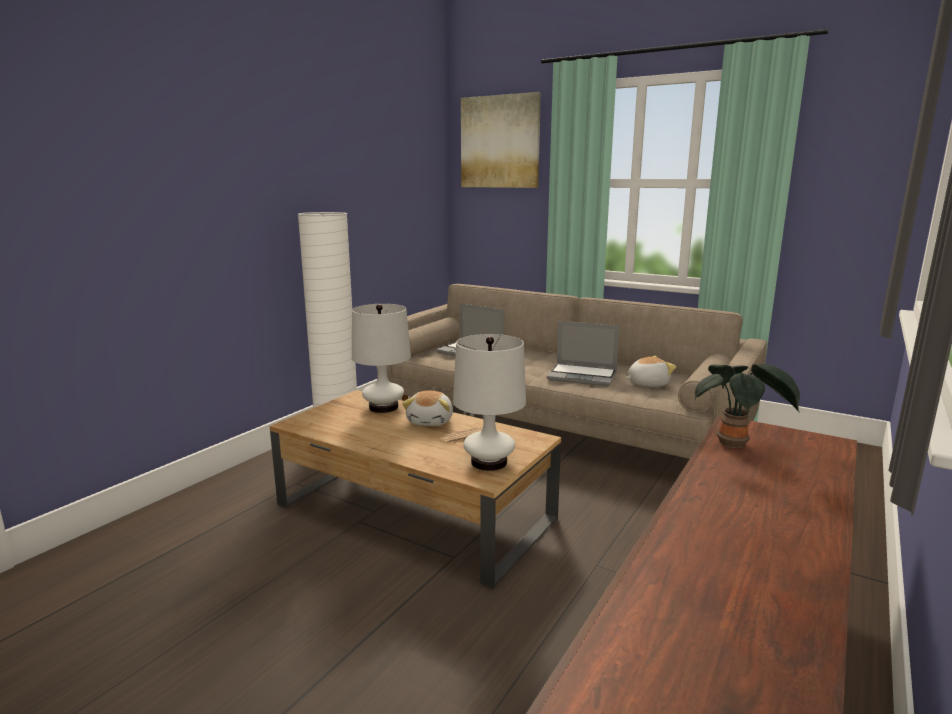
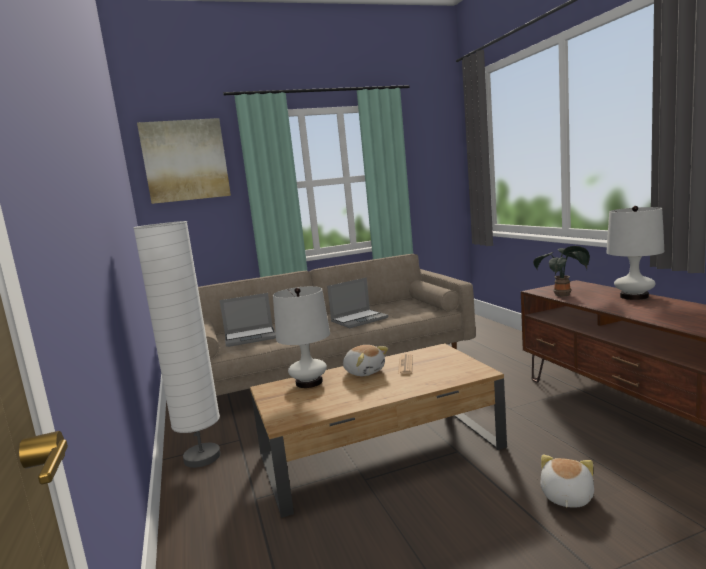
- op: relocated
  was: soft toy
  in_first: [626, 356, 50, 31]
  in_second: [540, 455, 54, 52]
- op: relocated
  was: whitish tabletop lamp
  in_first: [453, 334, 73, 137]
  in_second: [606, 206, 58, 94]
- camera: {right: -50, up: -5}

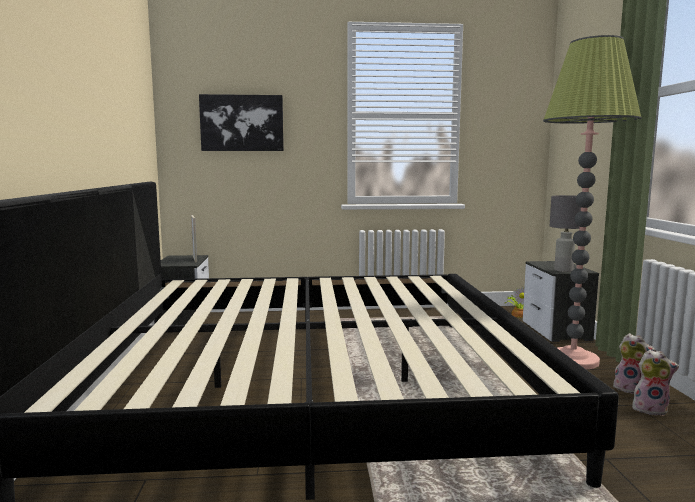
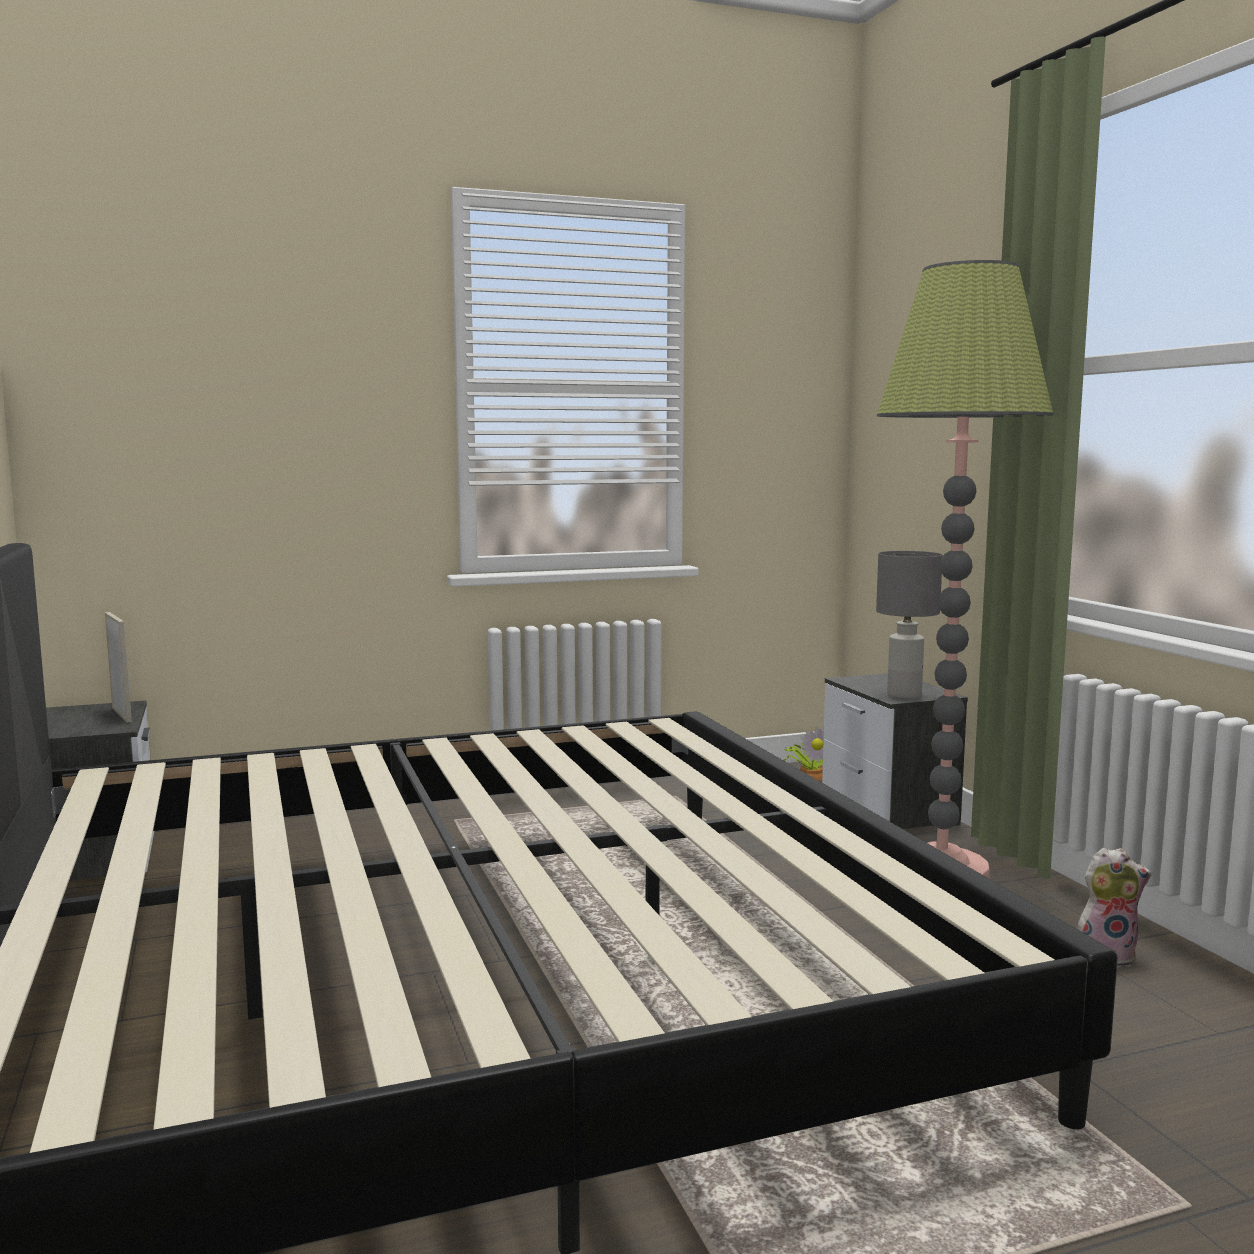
- op: missing
  was: wall art
  in_first: [199, 94, 85, 57]
- op: missing
  was: soft toy
  in_first: [613, 333, 43, 61]
- camera: {right: -15, up: 0}

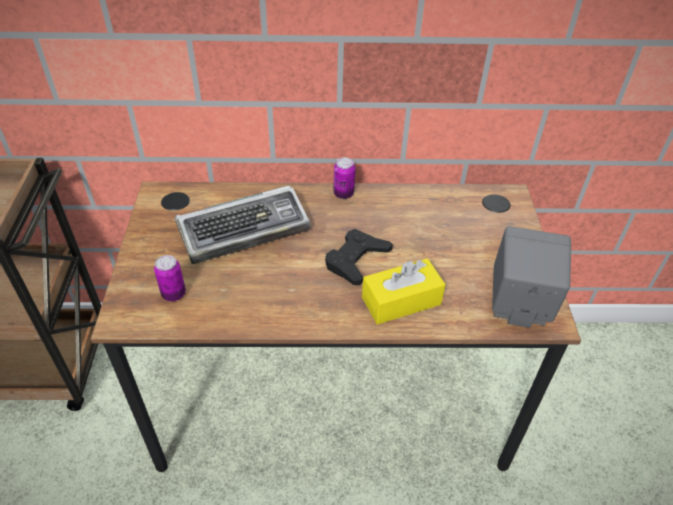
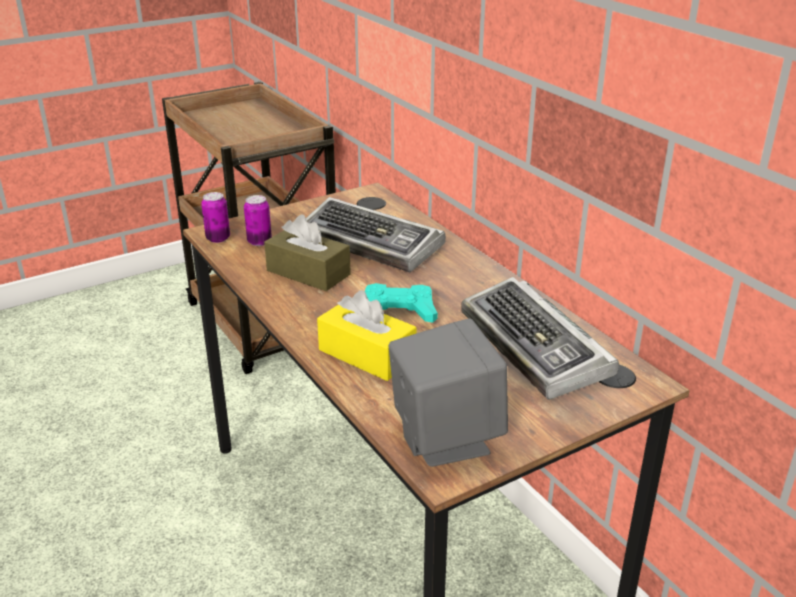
- op: relocated
  was: metal can
  in_first: [333, 157, 22, 42]
  in_second: [201, 192, 29, 51]
- op: appeared
  now: brownish tissue box
  in_second: [264, 214, 87, 77]
- op: colour
  was: black-coloured joypad
  now: blue-green joypad
  in_first: [325, 229, 68, 56]
  in_second: [365, 283, 73, 40]
- op: appeared
  now: PC keyboard
  in_second: [461, 277, 158, 123]
- camera: {right: 60, up: -15}

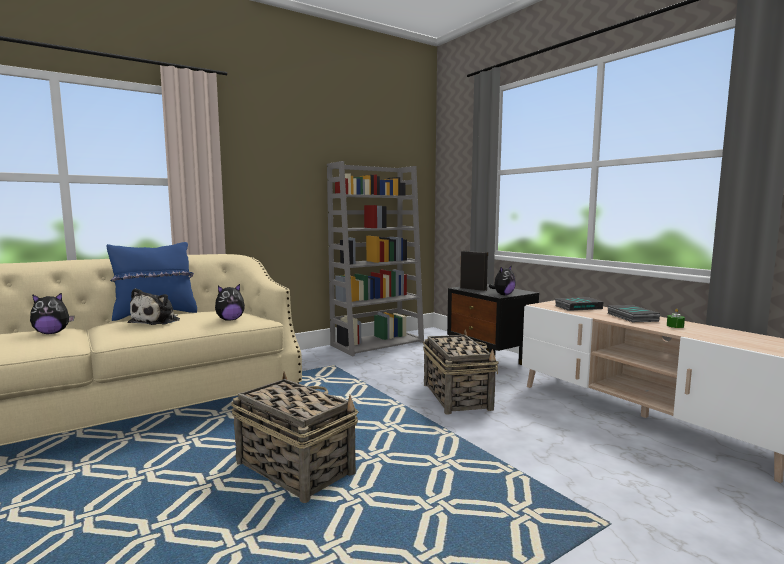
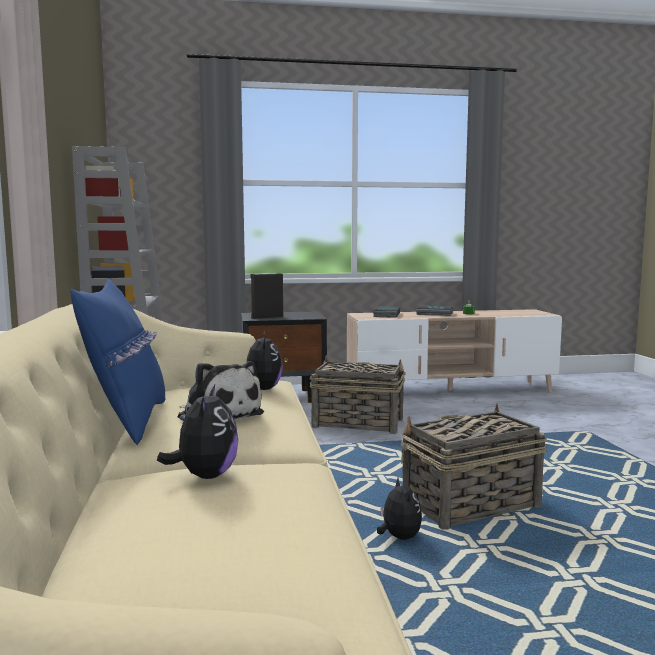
- op: relocated
  was: soft toy
  in_first: [488, 265, 28, 30]
  in_second: [377, 478, 45, 62]
- camera: {right: -65, up: 0}

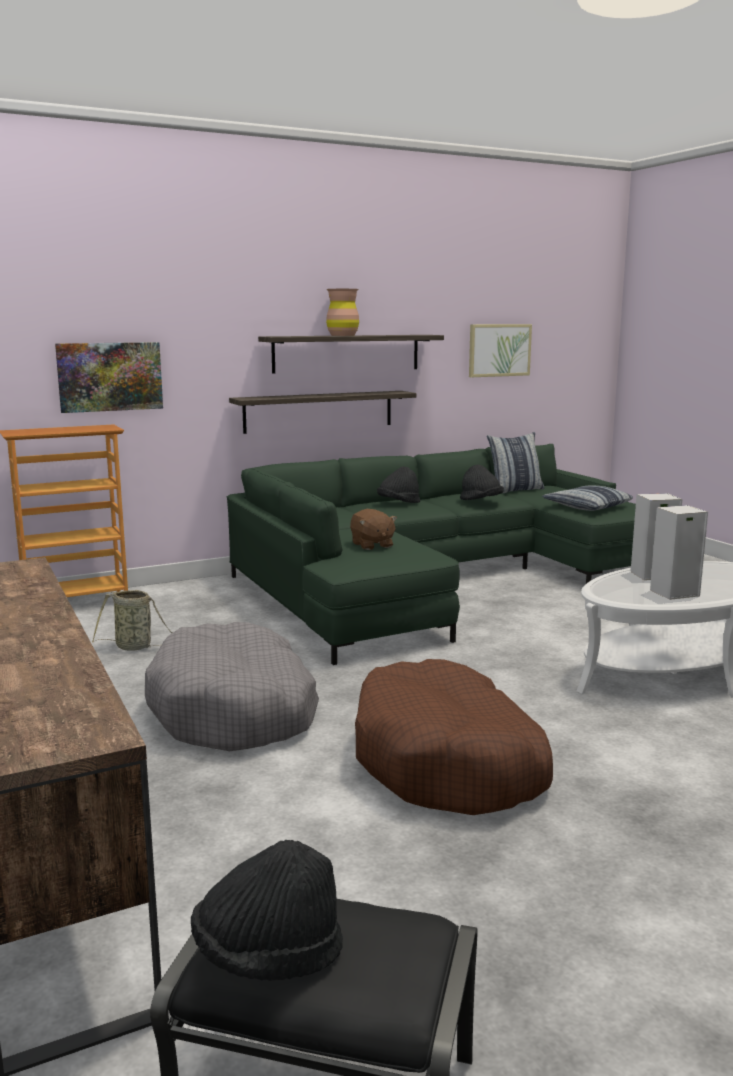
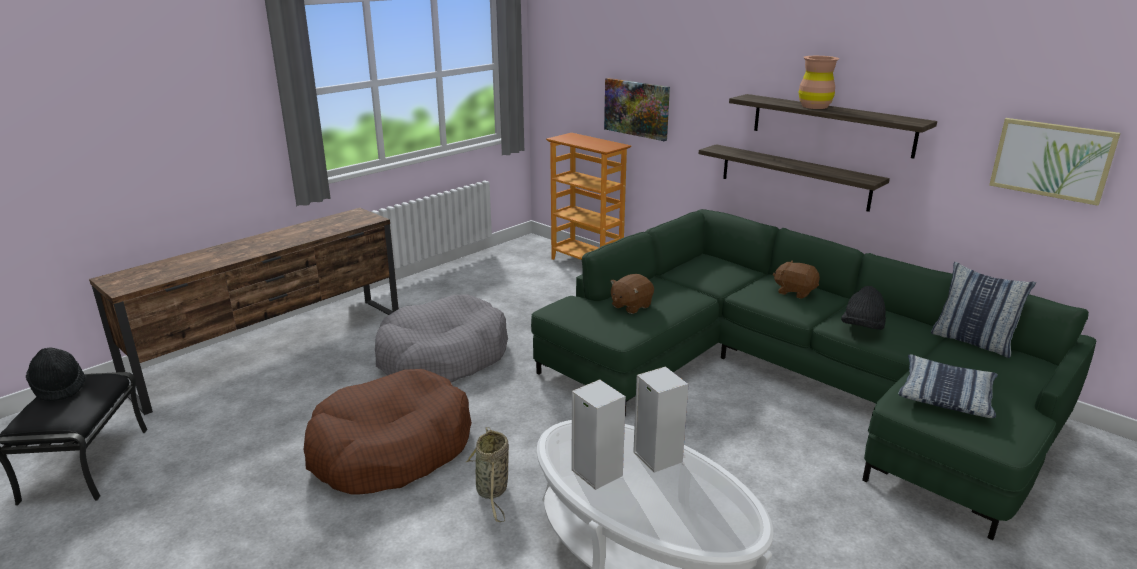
- op: relocated
  was: basket
  in_first: [92, 590, 80, 61]
  in_second: [465, 427, 44, 95]
- op: exchanged
  was: black-coloured hat
  now: brownish soft toy
  in_first: [377, 466, 43, 37]
  in_second: [773, 260, 47, 39]
- camera: {right: 70, up: 10}

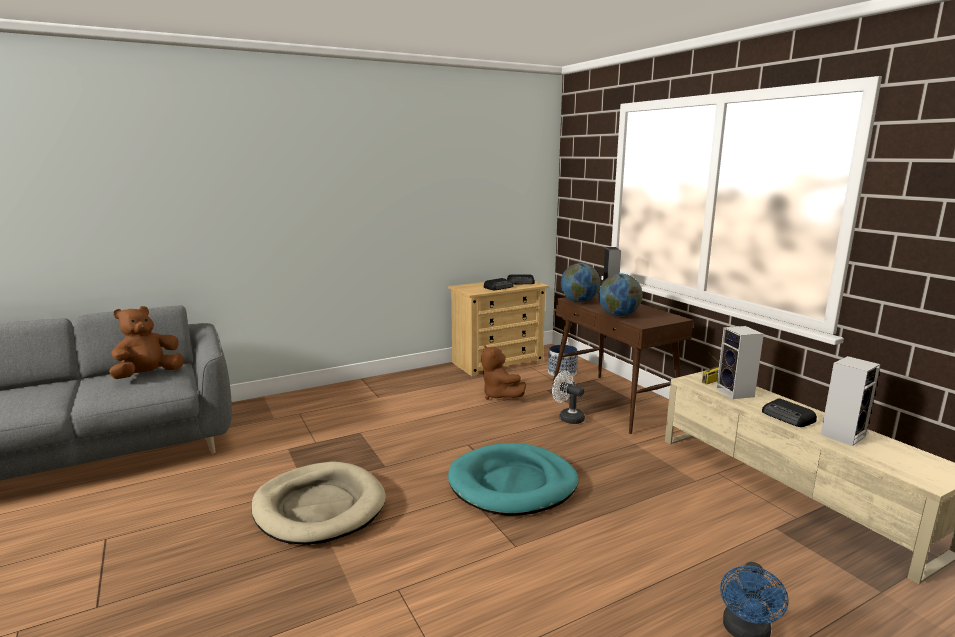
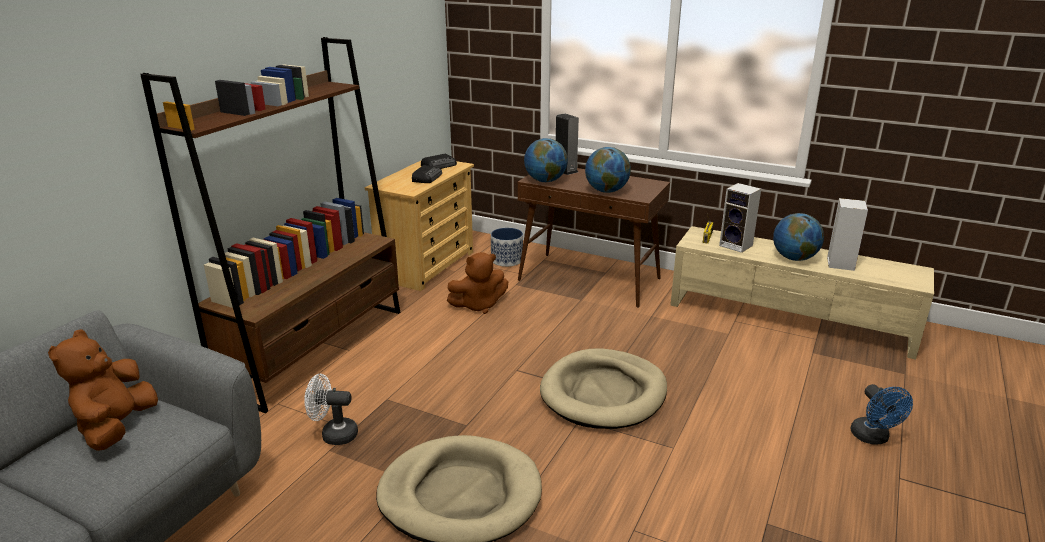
- op: appeared
  now: brownish bookcase
  in_second: [140, 37, 260, 376]
- op: relocated
  was: whitish electric fan
  in_first: [552, 371, 33, 53]
  in_second: [304, 374, 54, 71]
- op: spun
  was: brownish soft toy
  in_first: [481, 345, 45, 55]
  in_second: [447, 252, 61, 62]
  clockwise: -45
- op: colour
  was: blue-green pet bed
  now: beige pet bed
  in_first: [448, 443, 130, 73]
  in_second: [540, 348, 127, 81]
- op: exchanged
  was: radio receiver
  now: desk globe
  in_first: [762, 398, 55, 29]
  in_second: [773, 213, 51, 48]
- camera: {right: -35, up: 10}

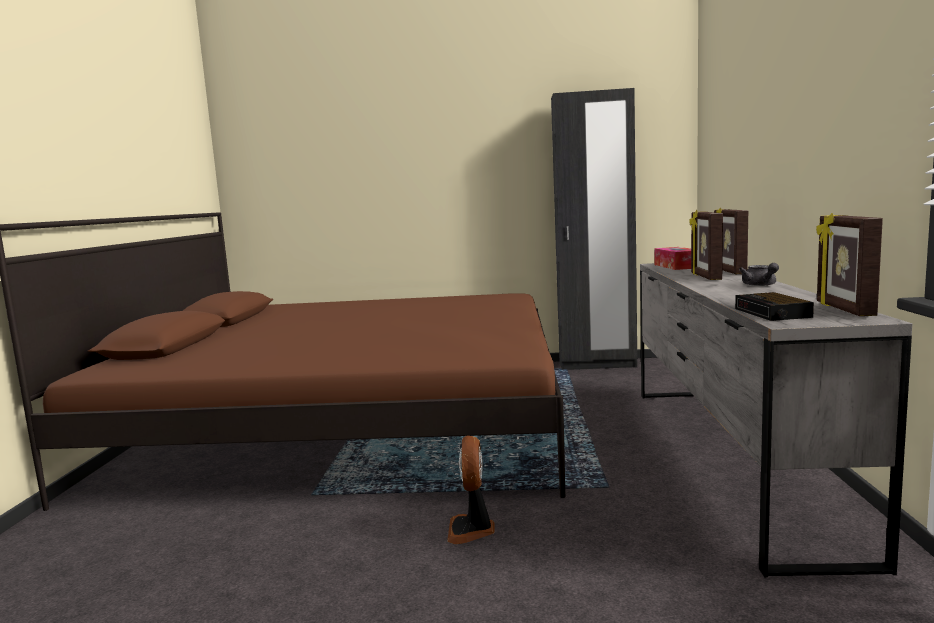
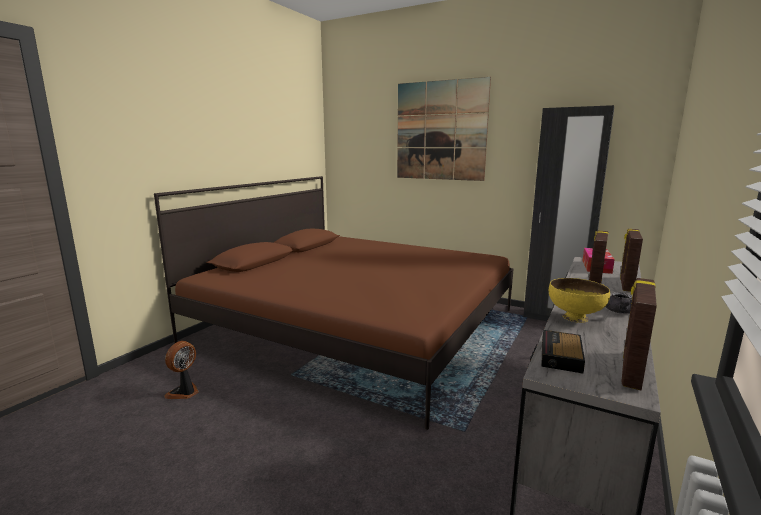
- op: relocated
  was: electric fan
  in_first: [447, 435, 48, 109]
  in_second: [164, 341, 35, 58]
- op: appeared
  now: wall art
  in_second: [397, 77, 94, 104]
- op: appeared
  now: yellowish deep dish
  in_second: [549, 278, 61, 45]
- camera: {right: 25, up: 5}

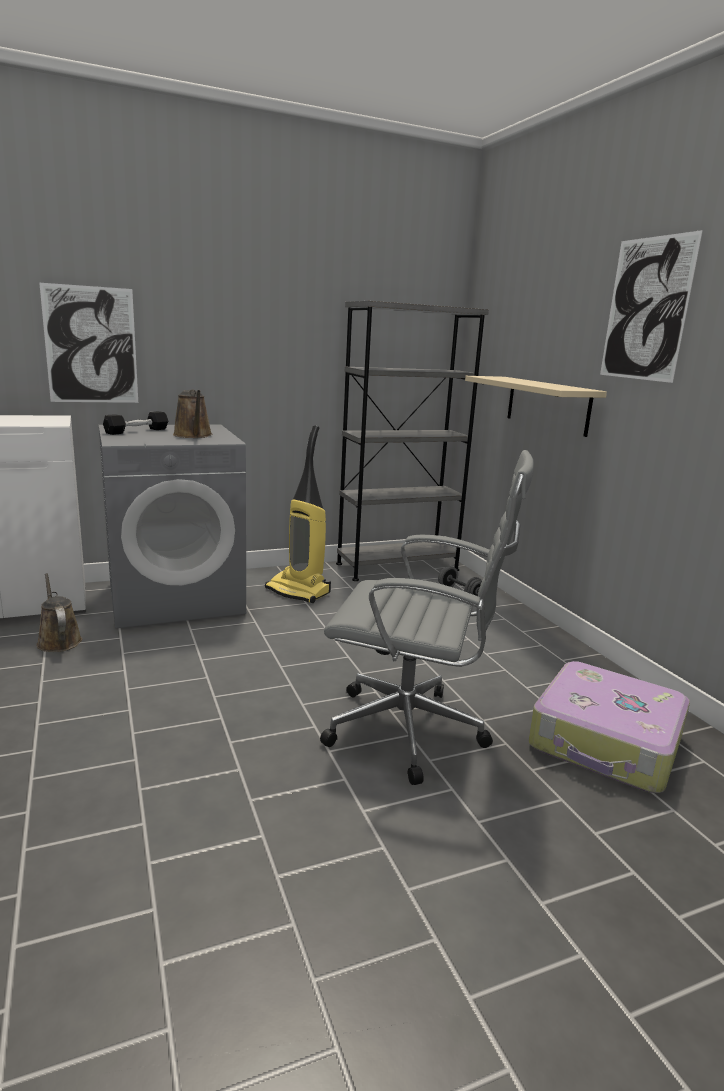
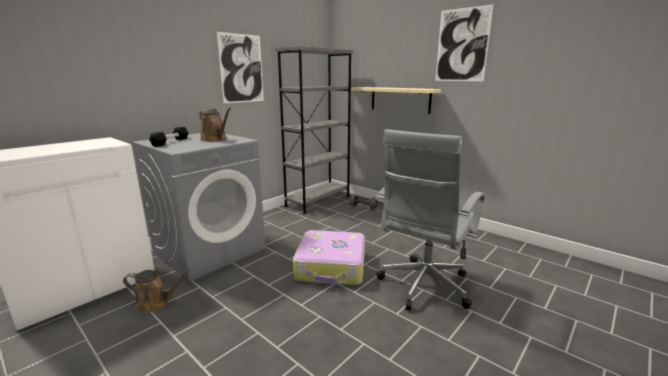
- op: spun
  was: brownish sprinkling can
  in_first: [37, 573, 45, 79]
  in_second: [123, 269, 68, 44]
  clockwise: 150
- op: relocated
  was: wall art
  in_first: [39, 283, 99, 120]
  in_second: [217, 32, 47, 71]
- op: relocated
  was: piece of luggage
  in_first: [528, 661, 162, 132]
  in_second: [293, 230, 72, 55]
- op: spun
  was: gray office chair
  in_first: [320, 450, 214, 335]
  in_second: [376, 129, 109, 182]
  clockwise: 135
- op: missing
  was: vacuum
  in_first: [265, 425, 66, 178]
- camera: {right: -25, up: 0}

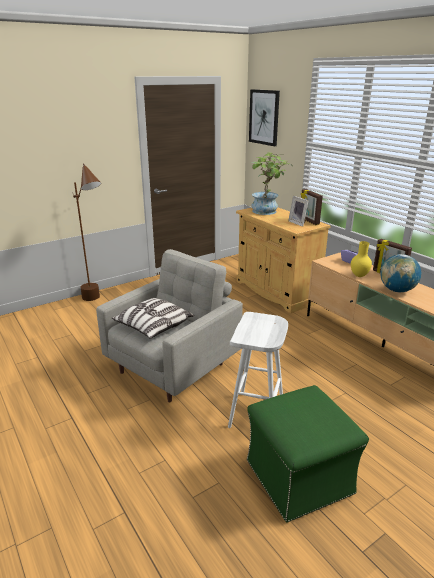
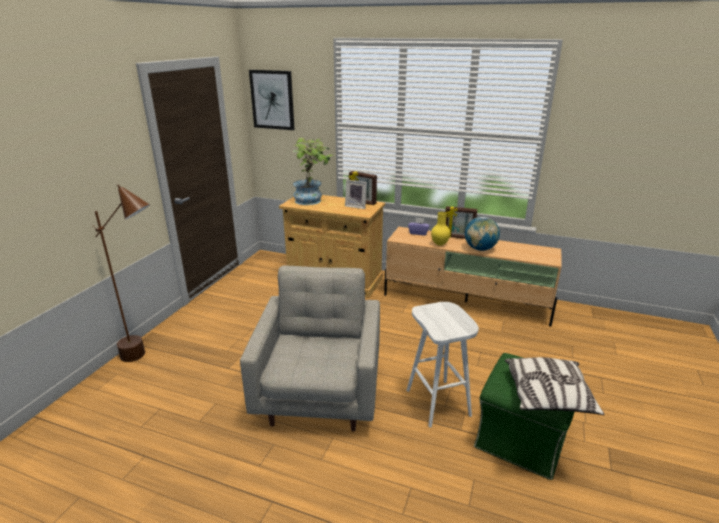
- op: relocated
  was: throw pillow
  in_first: [112, 298, 82, 41]
  in_second: [505, 357, 100, 58]
- camera: {right: -35, up: 0}

